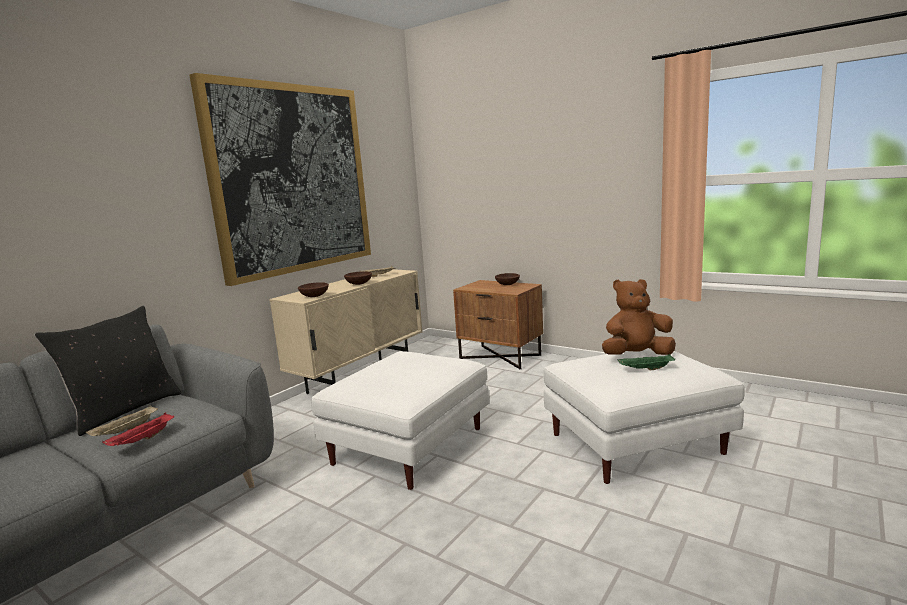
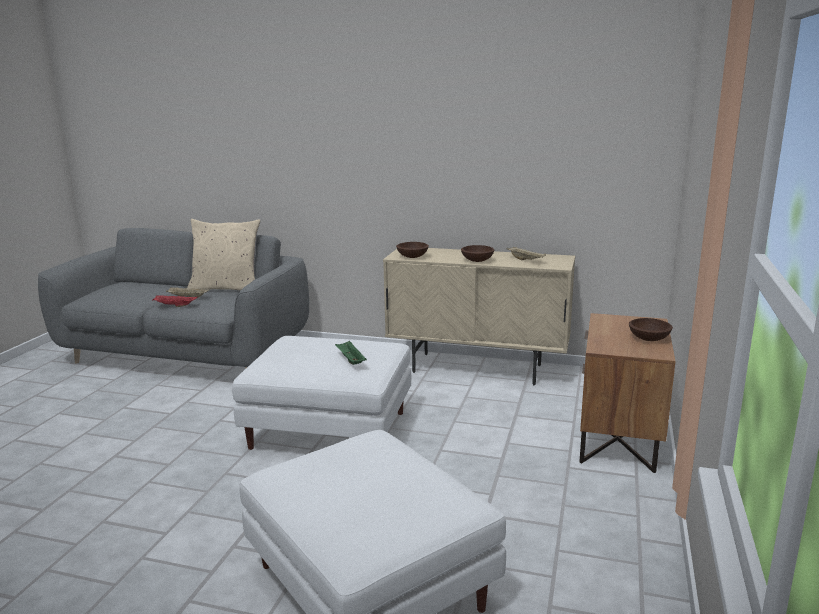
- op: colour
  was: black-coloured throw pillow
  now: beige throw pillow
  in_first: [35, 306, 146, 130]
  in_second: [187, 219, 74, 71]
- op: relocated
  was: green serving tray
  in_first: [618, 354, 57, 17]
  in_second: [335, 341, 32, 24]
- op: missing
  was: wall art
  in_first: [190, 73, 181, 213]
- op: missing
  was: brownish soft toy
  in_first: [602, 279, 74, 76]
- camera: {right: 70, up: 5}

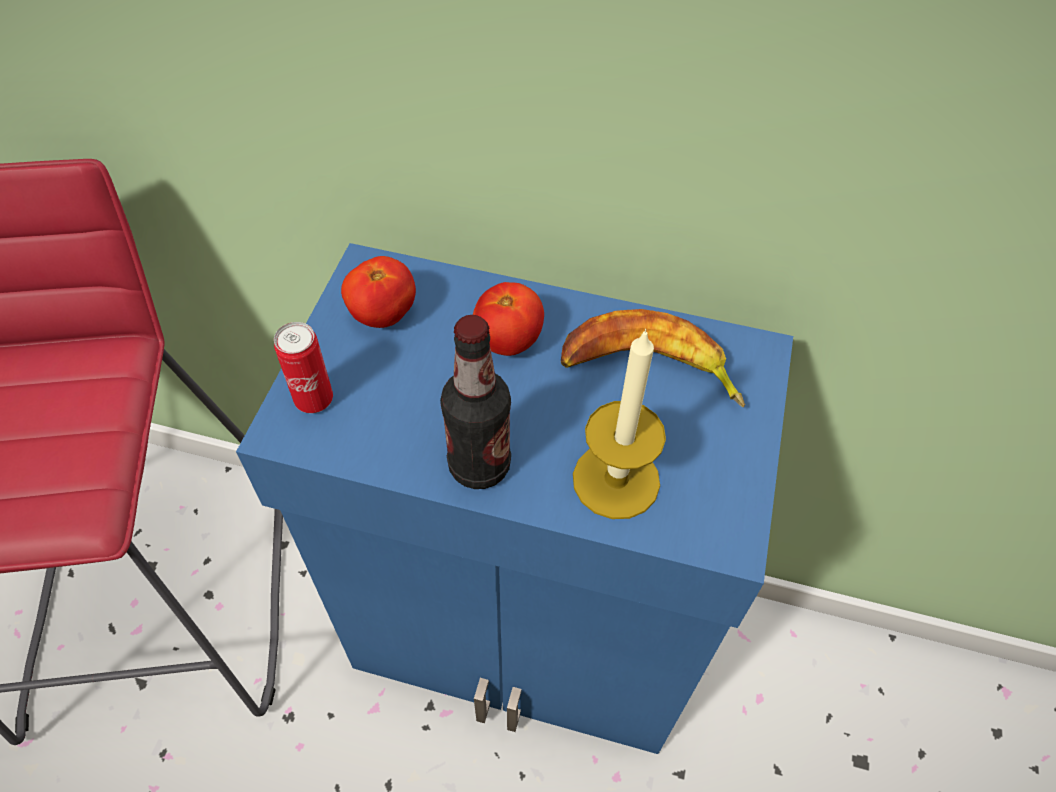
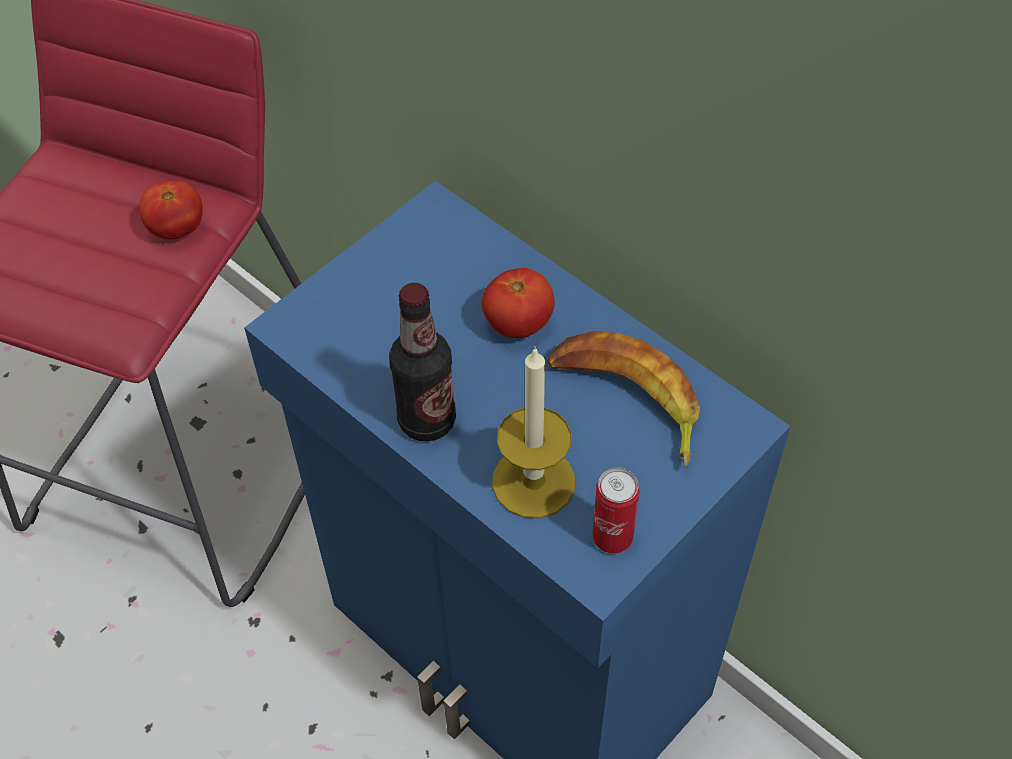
- op: relocated
  was: fresh tomato
  in_first: [341, 256, 75, 72]
  in_second: [140, 181, 63, 58]
- op: relocated
  was: metal can
  in_first: [274, 322, 59, 91]
  in_second: [592, 468, 48, 86]
- camera: {right: 30, up: 0}

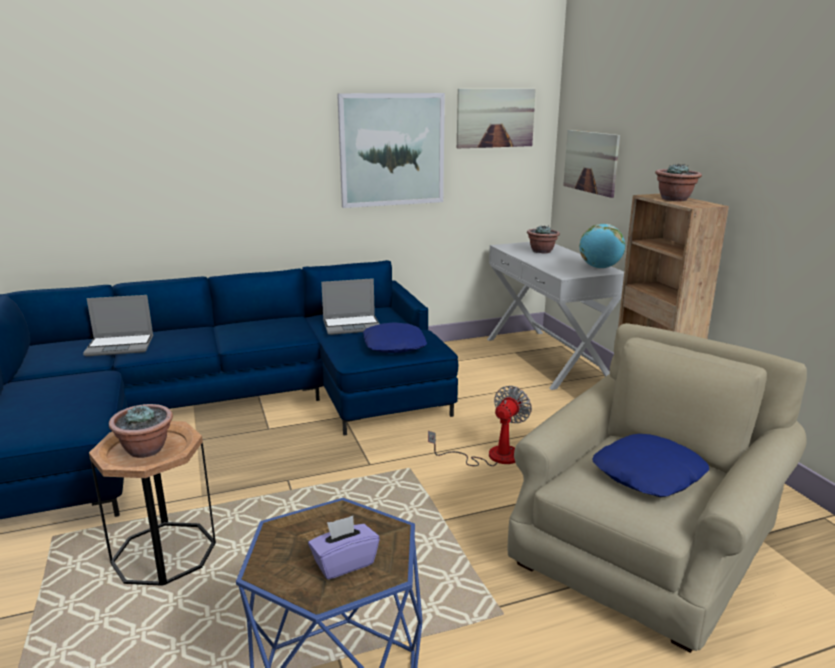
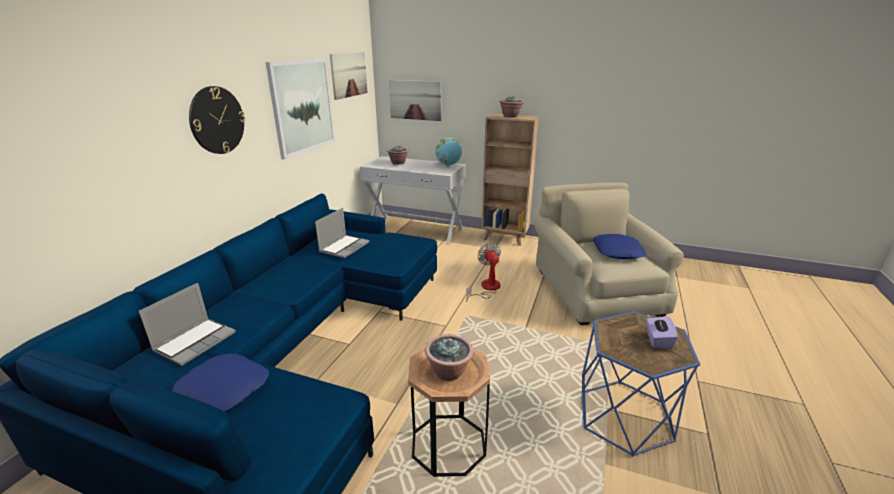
- op: relocated
  was: bluish throw pillow
  in_first: [363, 323, 64, 30]
  in_second: [172, 354, 97, 57]
- op: appeared
  now: hanging clock
  in_second: [189, 86, 56, 68]
- camera: {right: -50, up: 5}

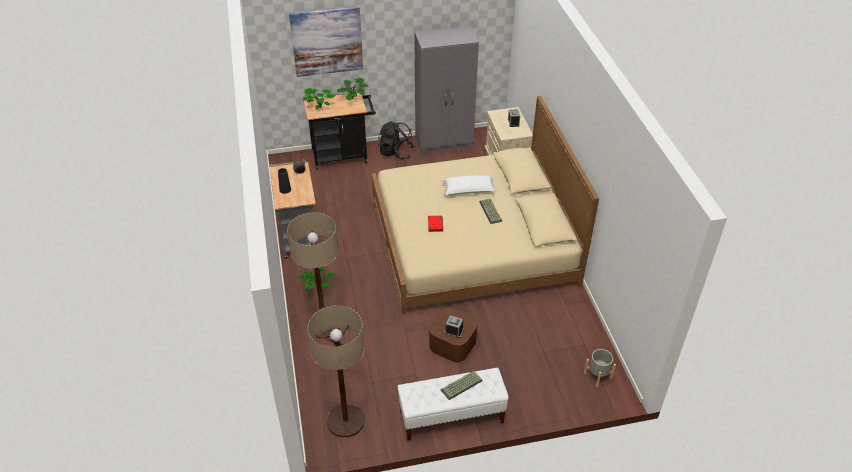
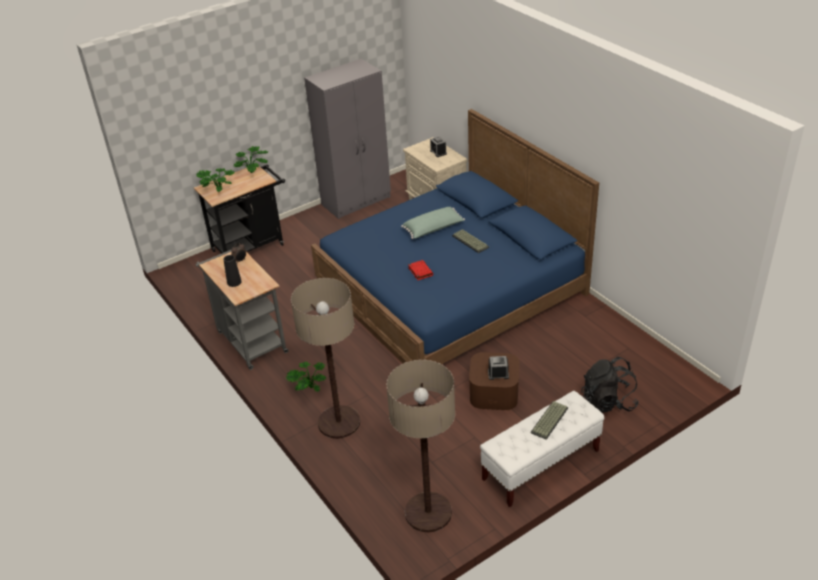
- op: colour
  was: beige bed
  now: bluish bed
  in_first: [372, 96, 227, 218]
  in_second: [311, 109, 288, 255]
- op: colour
  was: whitish throw pillow
  now: green throw pillow
  in_first: [442, 175, 54, 20]
  in_second: [401, 207, 64, 32]
- op: relocated
  was: black-coloured backpack
  in_first: [378, 121, 36, 39]
  in_second: [581, 357, 58, 56]
- op: missing
  was: wall art
  in_first: [289, 7, 74, 70]
- op: missing
  was: gray plant pot
  in_first: [584, 349, 32, 38]
- camera: {right: -20, up: -5}

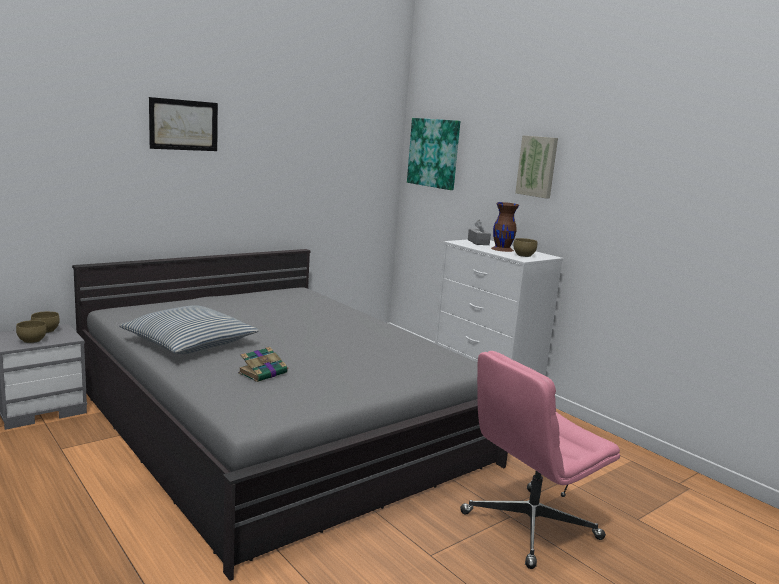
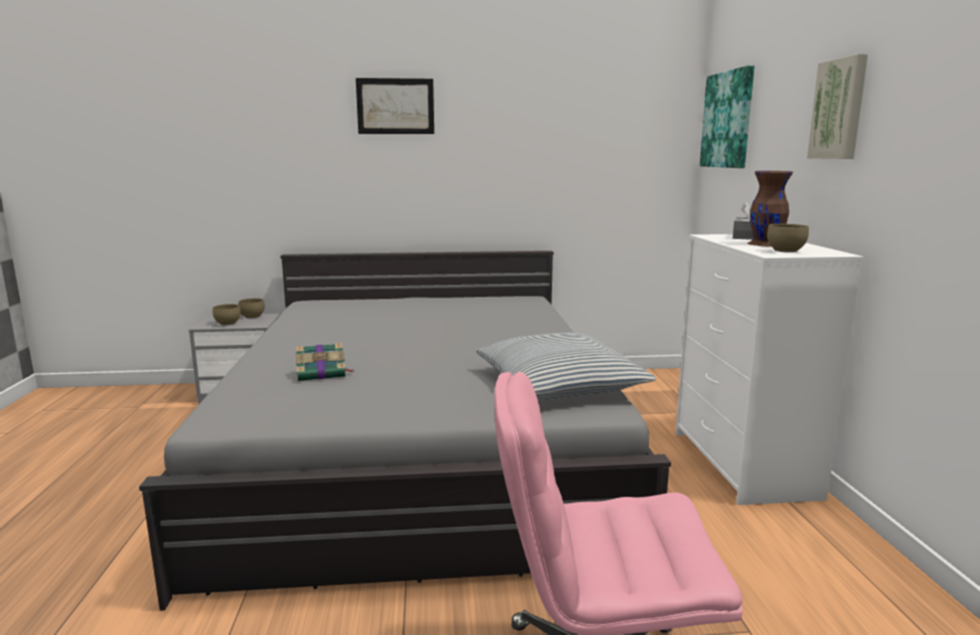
- op: relocated
  was: throw pillow
  in_first: [119, 305, 140, 49]
  in_second: [476, 333, 180, 67]
- camera: {right: 35, up: 0}

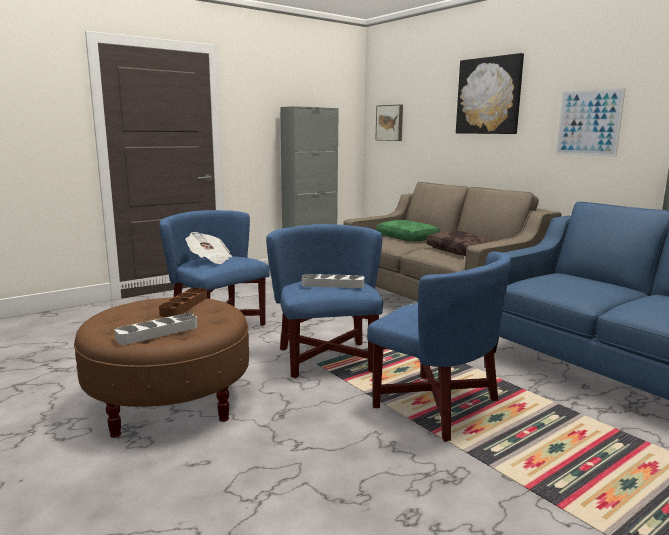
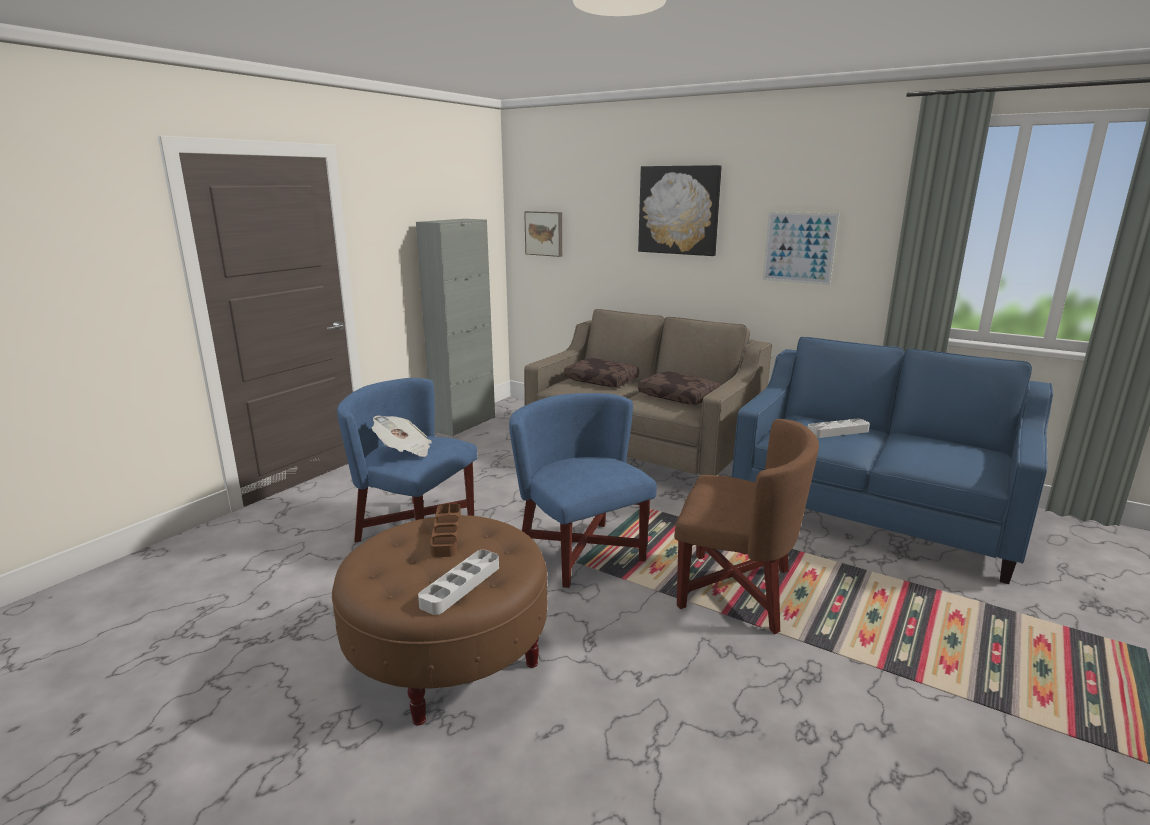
- op: colour
  was: green throw pillow
  now: brownish throw pillow
  in_first: [376, 220, 64, 22]
  in_second: [564, 358, 75, 29]
- op: colour
  was: bluish easy chair
  now: brownish easy chair
  in_first: [367, 251, 144, 191]
  in_second: [674, 419, 145, 215]
- op: relocated
  was: gray serving tray
  in_first: [302, 274, 62, 14]
  in_second: [808, 419, 62, 19]
- camera: {right: -20, up: 5}

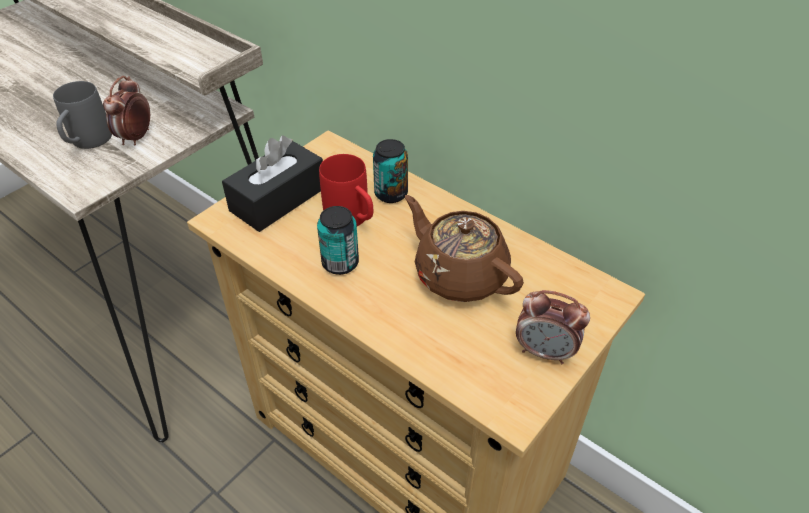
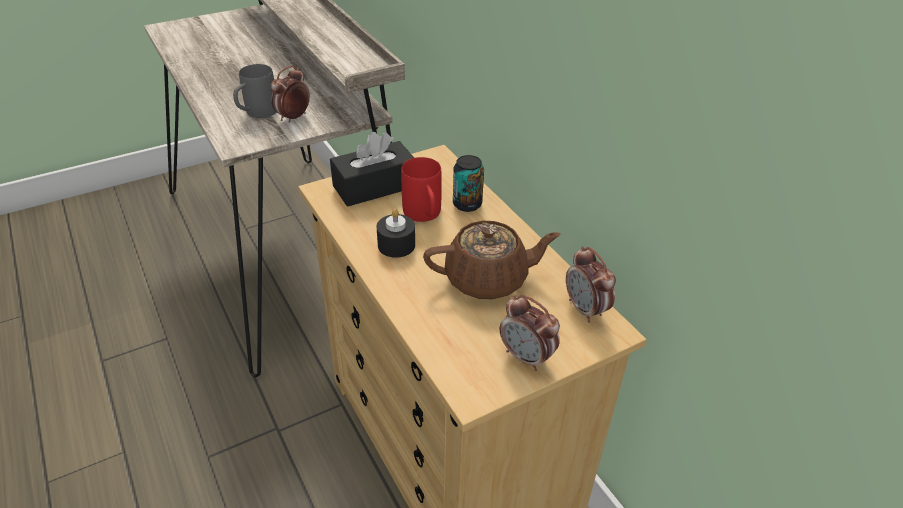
- op: exchanged
  was: metal can
  now: black-coloured wax light
  in_first: [317, 206, 42, 69]
  in_second: [377, 209, 38, 49]
- op: spun
  was: brownish teapot
  in_first: [405, 195, 119, 107]
  in_second: [423, 221, 138, 78]
  clockwise: 105
- op: appeared
  now: bedside clock
  in_second: [566, 246, 50, 77]
- camera: {right: 20, up: -5}

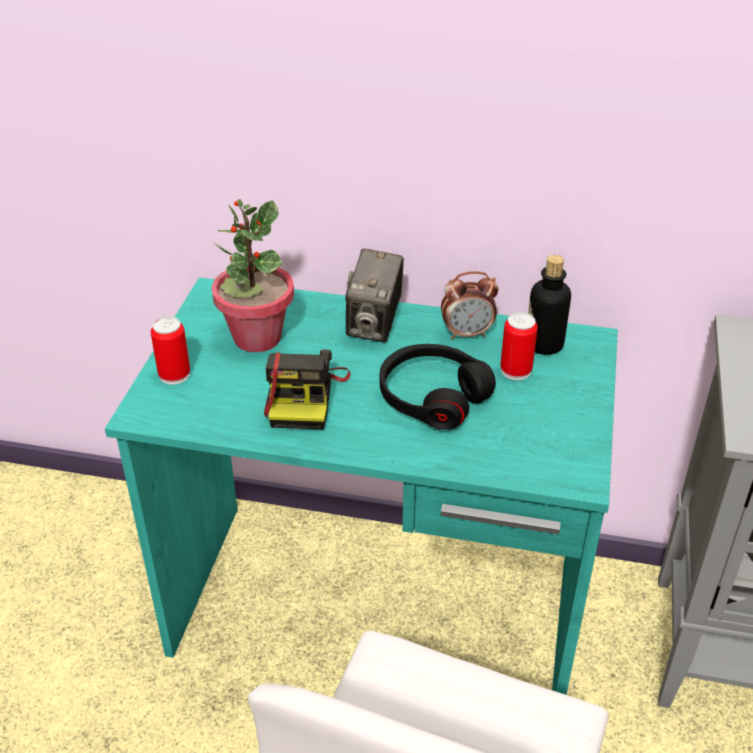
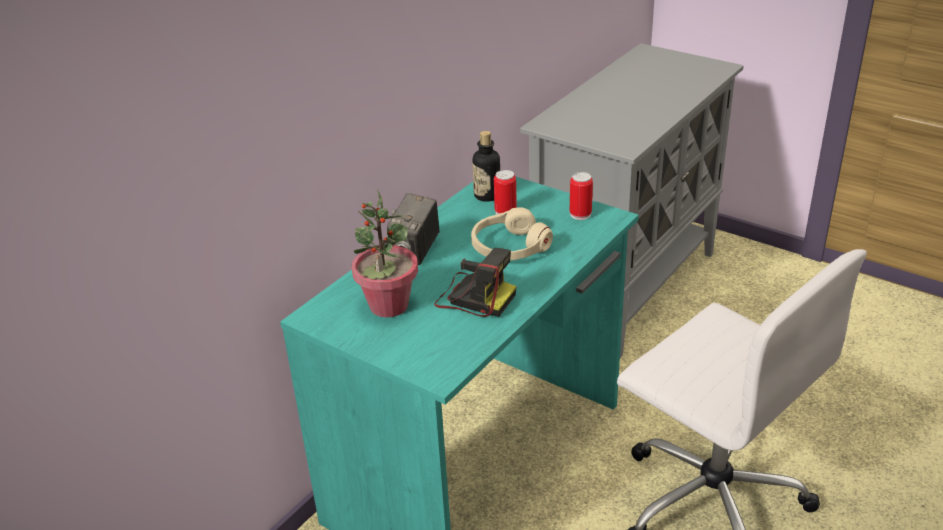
- op: spun
  was: still camera
  in_first: [345, 248, 59, 94]
  in_second: [387, 193, 52, 72]
  clockwise: 75
- op: colour
  was: black-coloured headset
  now: beige headset
  in_first: [380, 344, 116, 86]
  in_second: [471, 207, 82, 53]
- op: relocated
  was: metal can
  in_first: [151, 316, 39, 69]
  in_second: [570, 172, 23, 48]
- op: missing
  was: bedside clock
  in_first: [441, 271, 58, 69]
- camera: {right: -65, up: -5}

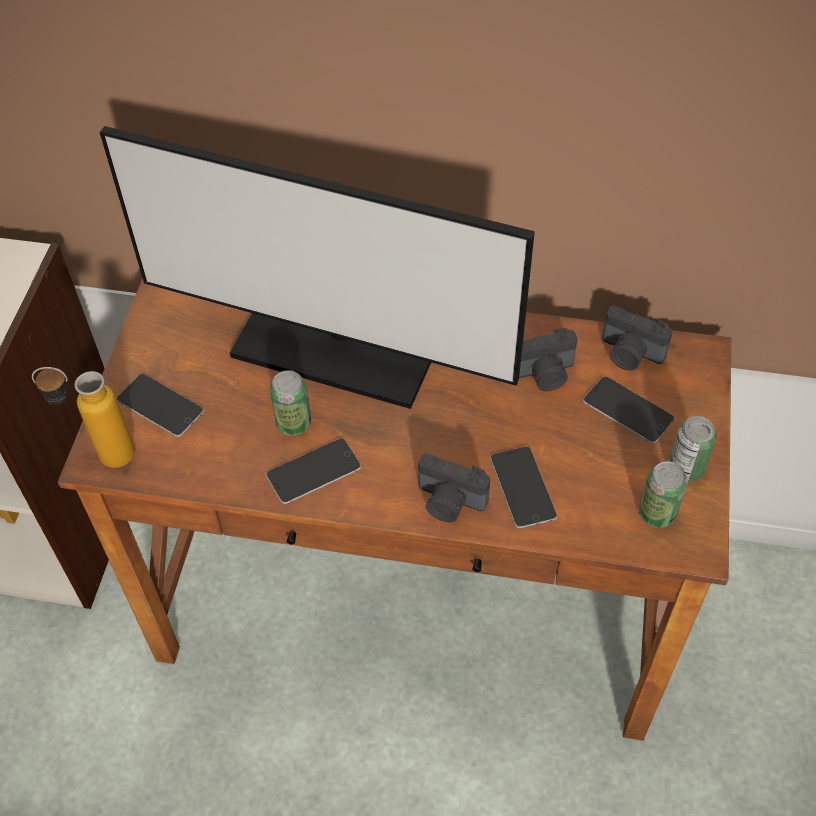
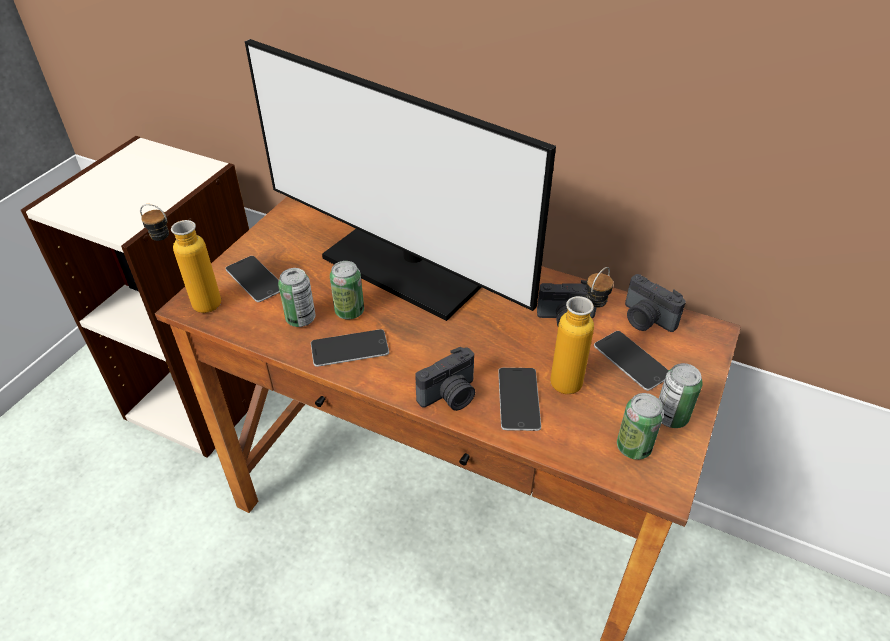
- op: appeared
  now: metal can
  in_second: [278, 268, 37, 59]
- op: spun
  was: still camera
  in_first: [418, 453, 72, 70]
  in_second: [415, 347, 60, 64]
  clockwise: -75
- op: appeared
  now: bottle
  in_second: [550, 267, 63, 127]
- camera: {right: 15, up: -10}

